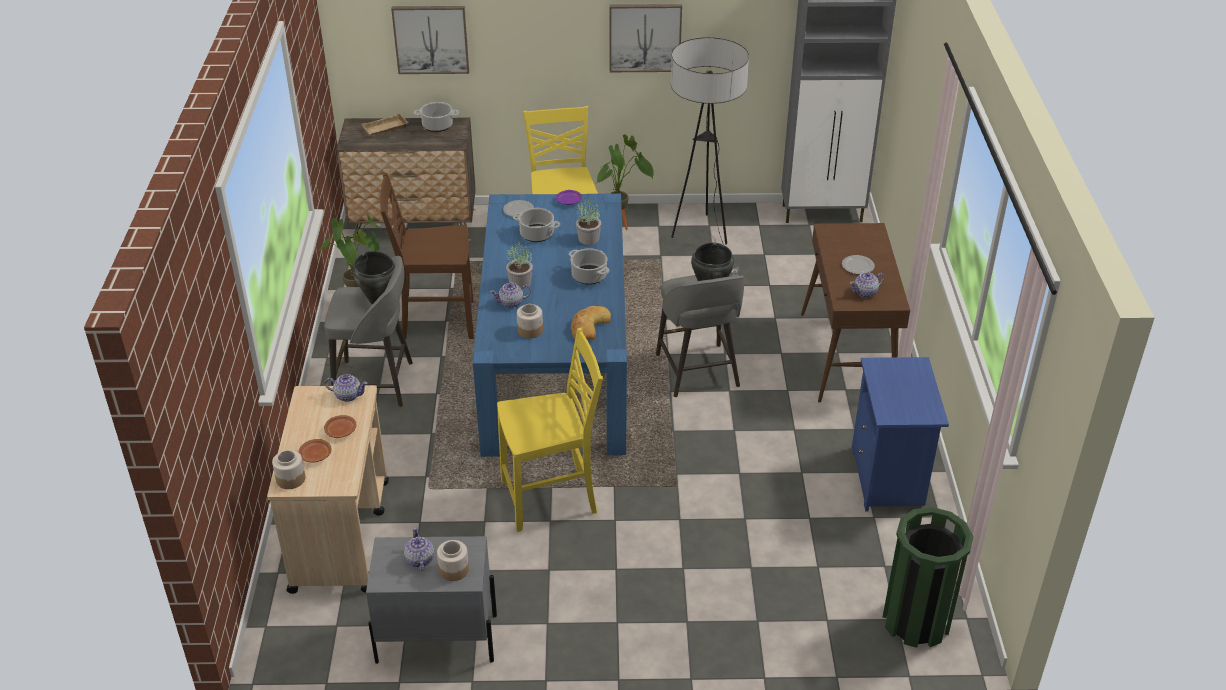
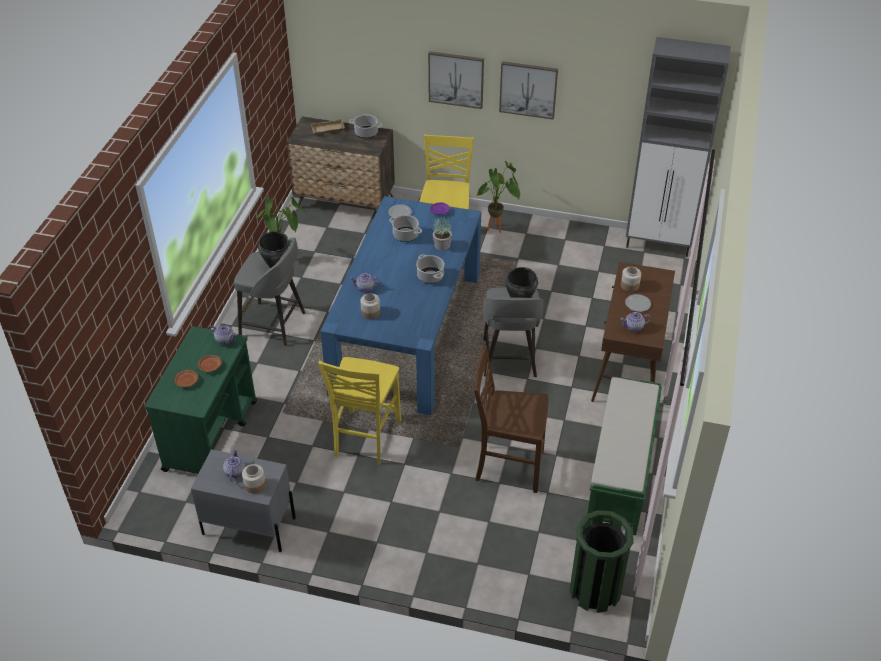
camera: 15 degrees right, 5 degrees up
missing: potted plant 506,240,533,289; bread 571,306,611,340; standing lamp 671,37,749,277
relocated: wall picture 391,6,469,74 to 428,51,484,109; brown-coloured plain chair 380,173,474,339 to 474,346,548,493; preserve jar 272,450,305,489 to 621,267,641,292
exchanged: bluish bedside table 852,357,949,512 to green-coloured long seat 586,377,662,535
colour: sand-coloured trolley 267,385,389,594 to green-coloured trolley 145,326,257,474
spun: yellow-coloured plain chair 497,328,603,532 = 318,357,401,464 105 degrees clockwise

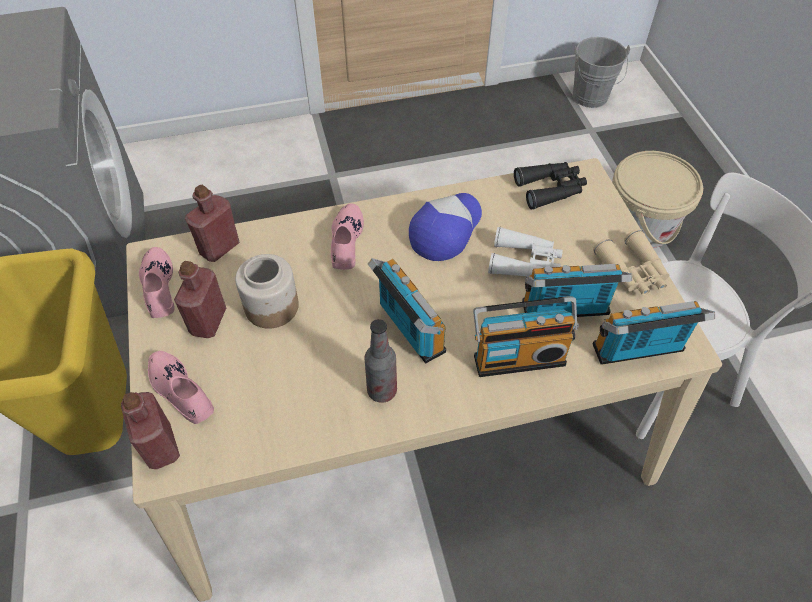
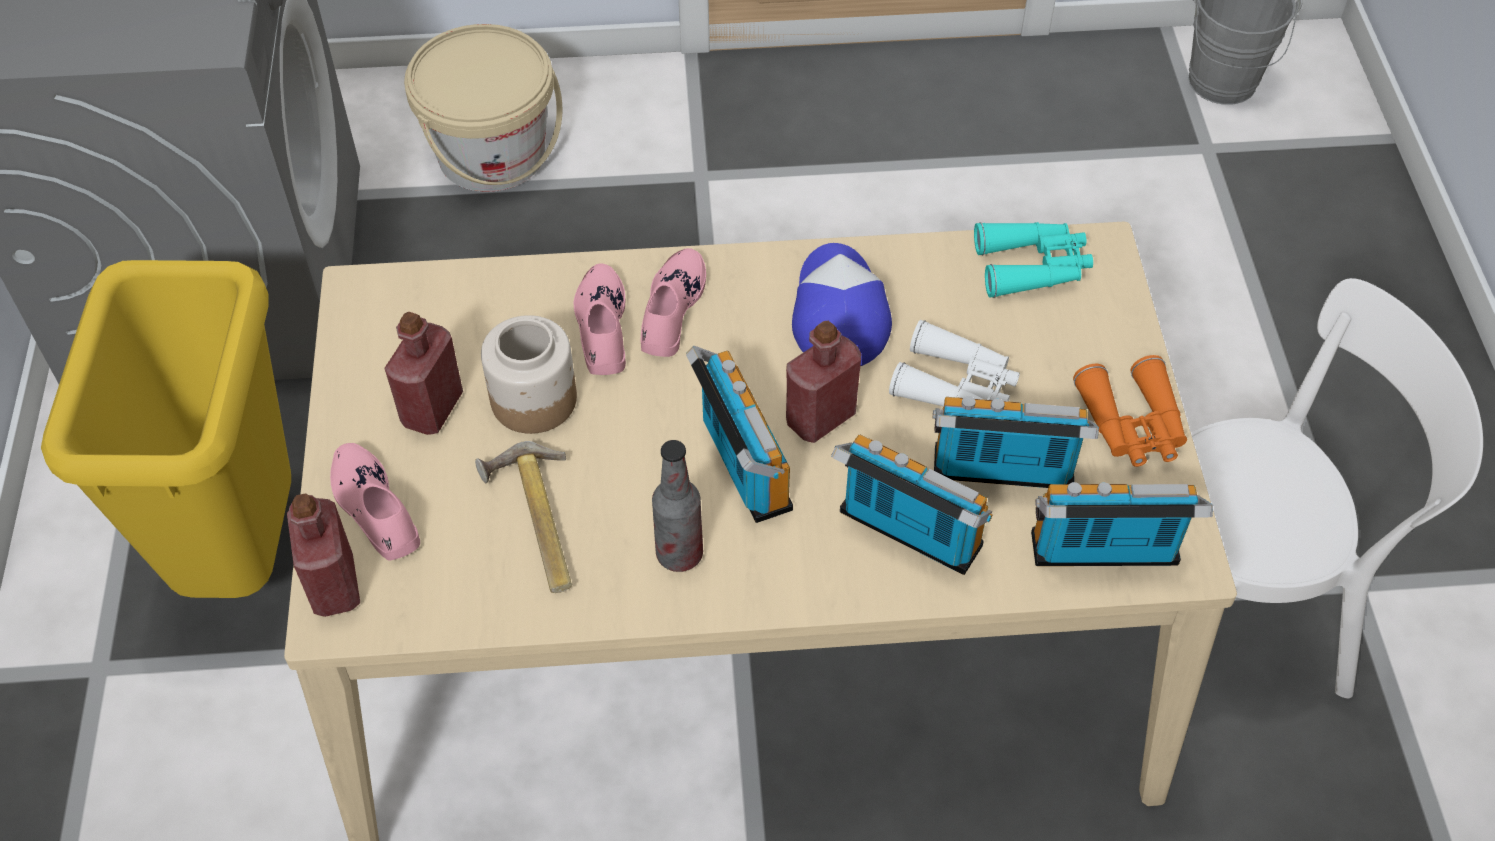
camera: 10 degrees right, 0 degrees up
appeared: hammer 475,441,572,593
relocated: sand-coloured pail 612,151,703,248 to 404,24,562,192; pinkish low shoe 139,247,175,318 to 574,263,626,375; red beverage bottle 185,185,240,262 to 786,321,861,443
colour: blackish pair of binoculars 514,162,587,210 to turquoise-coloured pair of binoculars 974,222,1093,298; sand-coloured pair of binoculars 593,229,670,296 to orange pair of binoculars 1073,355,1187,467
spun: peaked cap 409,193,482,261 = 792,243,892,366 45 degrees counterclockwise; radio receiver 473,296,579,377 = 831,434,992,575 150 degrees counterclockwise

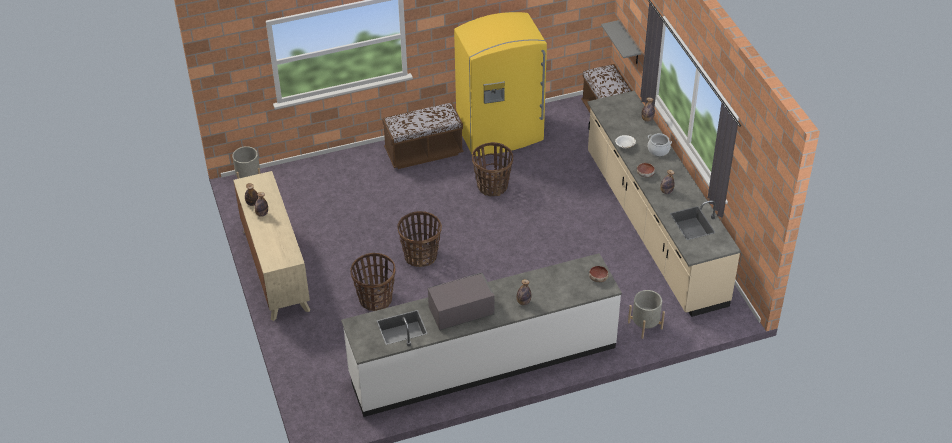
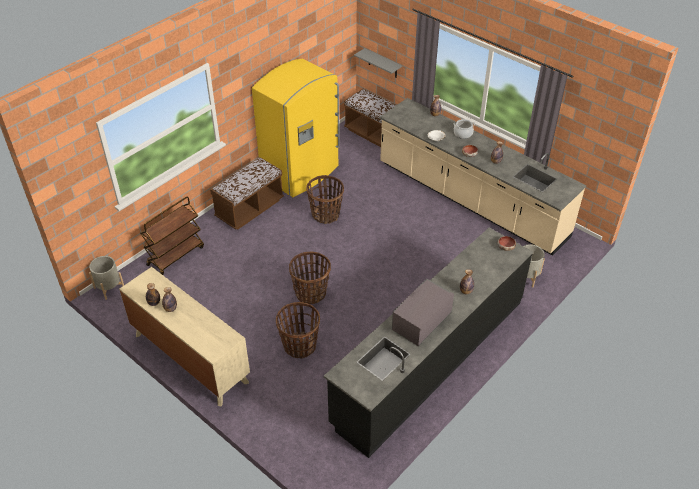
camera: 30 degrees left, 0 degrees up
appeared: brown-coloured trolley 140,197,204,275
colour: white-coloured kitchen base unit 341,253,622,417 to blackish kitchen base unit 324,228,533,458

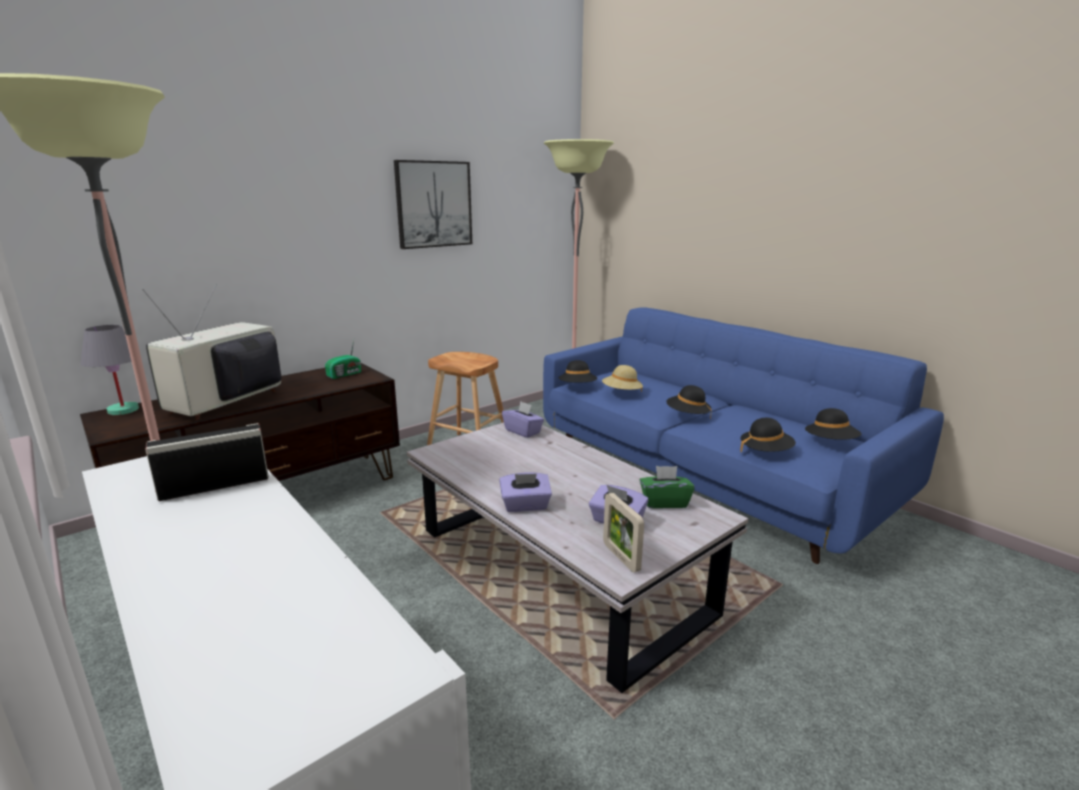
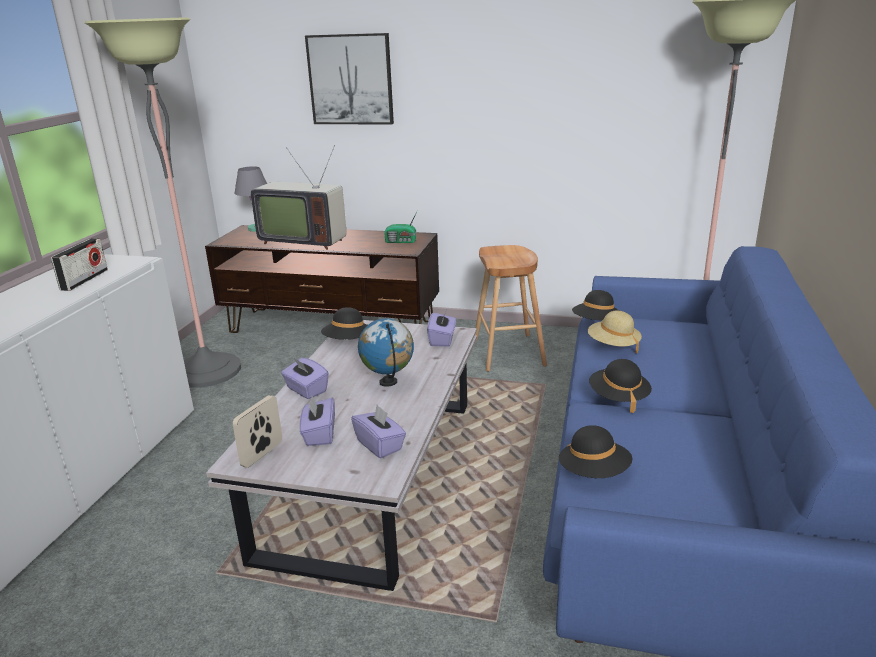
camera: 55 degrees right, 5 degrees up
appeared: world globe 358,318,414,387
relocated: wall picture 394,160,472,249 to 305,33,394,124; blackish hat 805,408,862,440 to 321,307,367,340
colour: green-coloured tissue holder 640,466,695,508 to purplish tissue holder 351,405,406,458
spun: radio receiver 145,423,269,501 = 51,238,108,291 75 degrees clockwise; TV 142,284,282,420 = 251,145,347,250 150 degrees counterclockwise

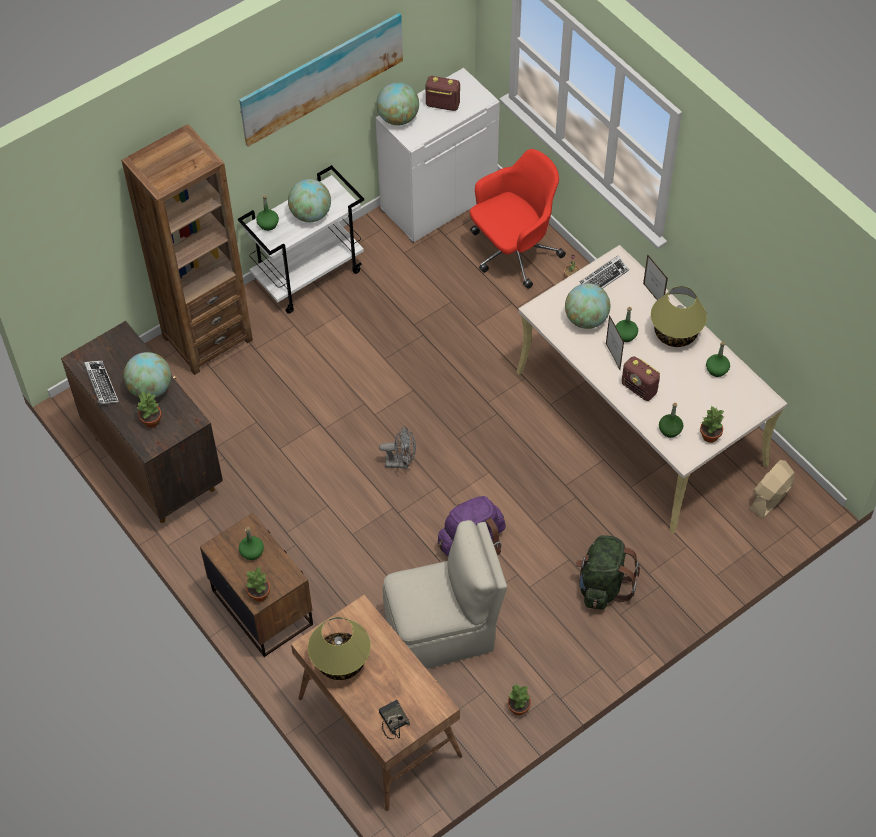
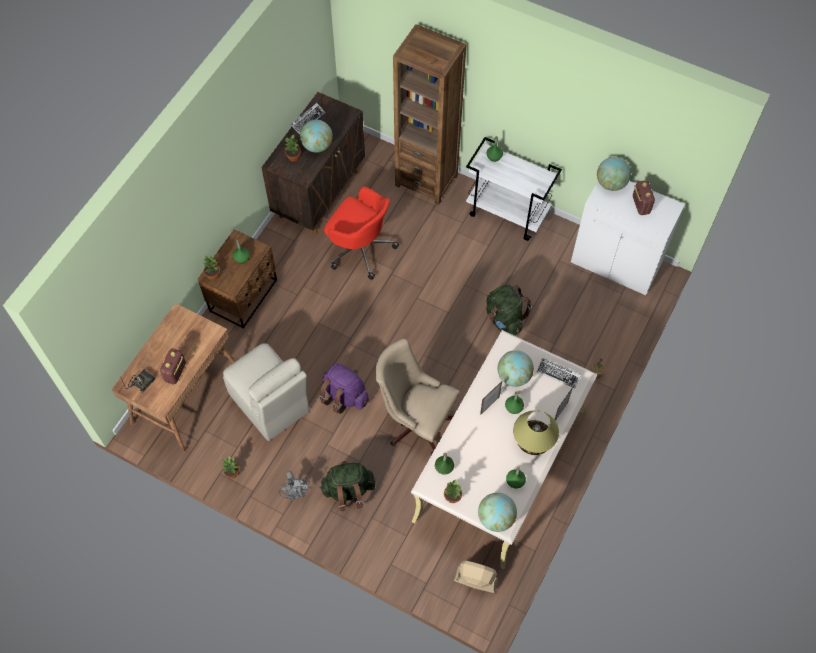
camera: 65 degrees right, 5 degrees up
missing: wall picture 239,13,403,147; table lamp 308,617,371,680
appeared: sand-coloured computer chair 376,338,460,455; green-coloured backpack 486,284,532,335
relocated: radio receiver 622,356,660,401 to 160,349,186,384; greyish electric fan 379,426,416,469 to 279,471,310,500; red computer chair 470,149,566,289 to 324,186,399,280; world globe 288,179,331,222 to 478,493,517,532

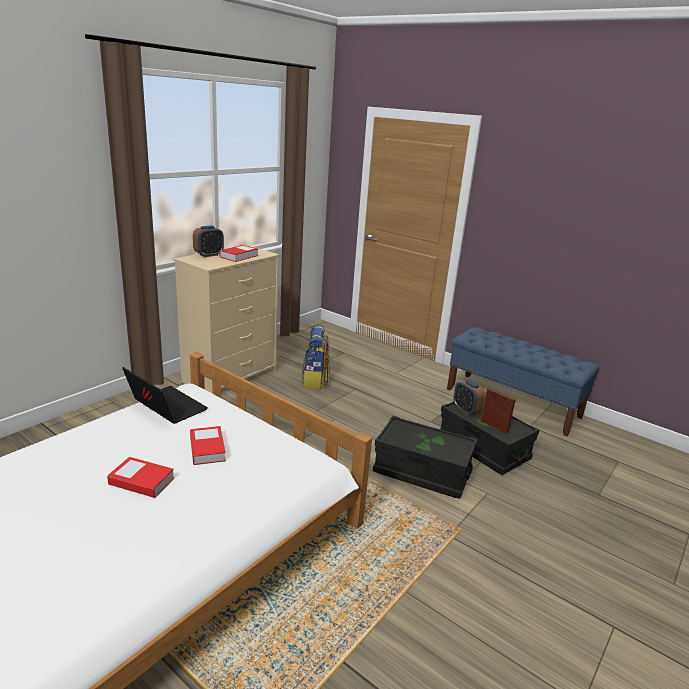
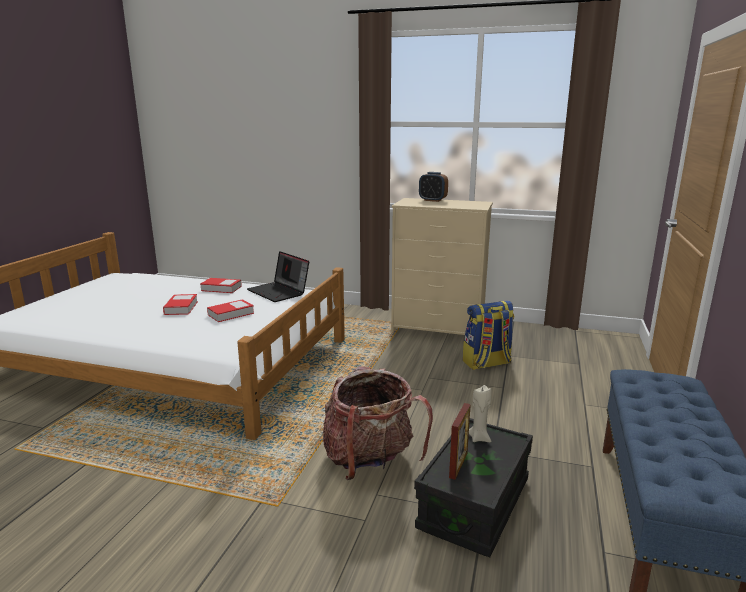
camera: 70 degrees right, 5 degrees down
relocated: bound book 220,245,259,262 to 200,278,242,293
exchanged: blackish storage box 373,416,478,499 to backpack 323,366,433,480; alarm clock 453,380,486,416 to sand-coloured candle 469,385,492,442
spun: notebook computer 122,367,208,424 = 247,251,309,302 120 degrees clockwise

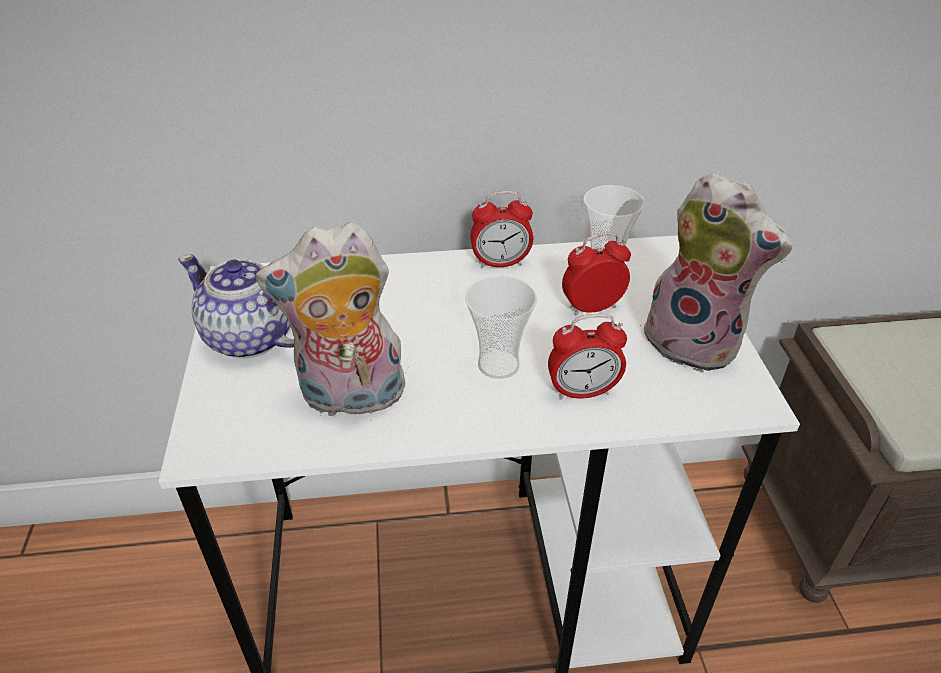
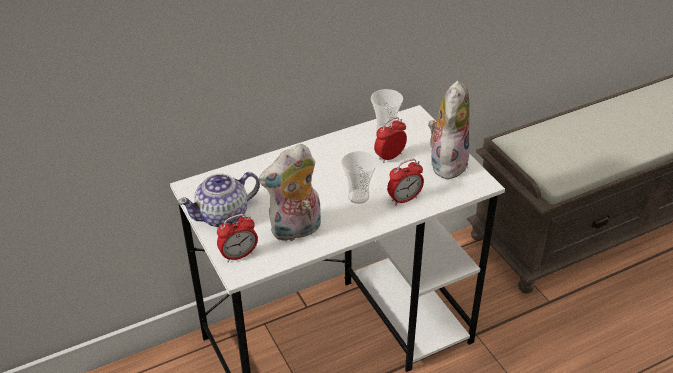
camera: 20 degrees left, 0 degrees up
relocated: alarm clock 470,191,533,268 to 217,214,258,262
spun: teapot 178,255,294,359 = 178,172,260,227 45 degrees counterclockwise; soft toy 640,171,792,373 = 428,81,470,179 90 degrees counterclockwise

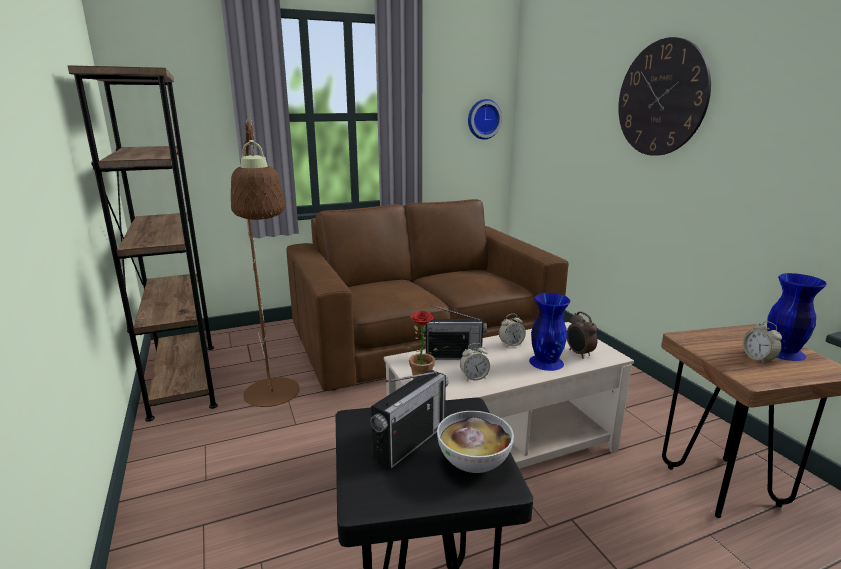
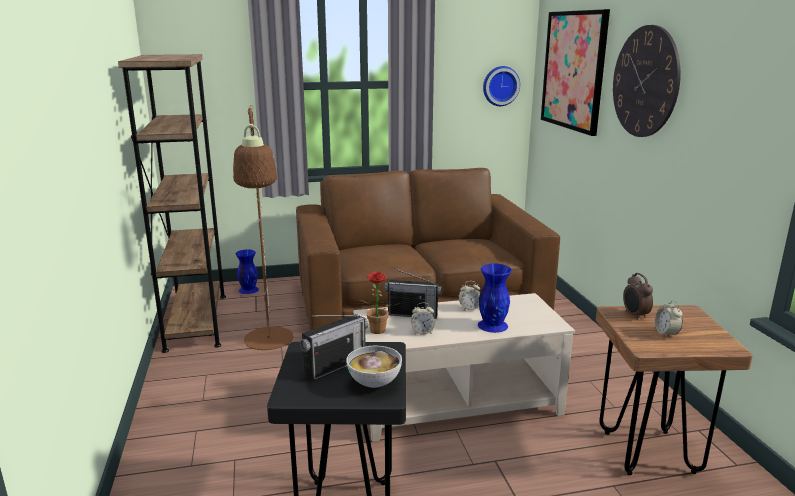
camera: 10 degrees right, 0 degrees up
appeared: wall picture 541,9,610,136
relocated: bluish decorative vase 767,273,827,361 to 235,249,259,294; alarm clock 567,312,598,359 to 623,273,653,320

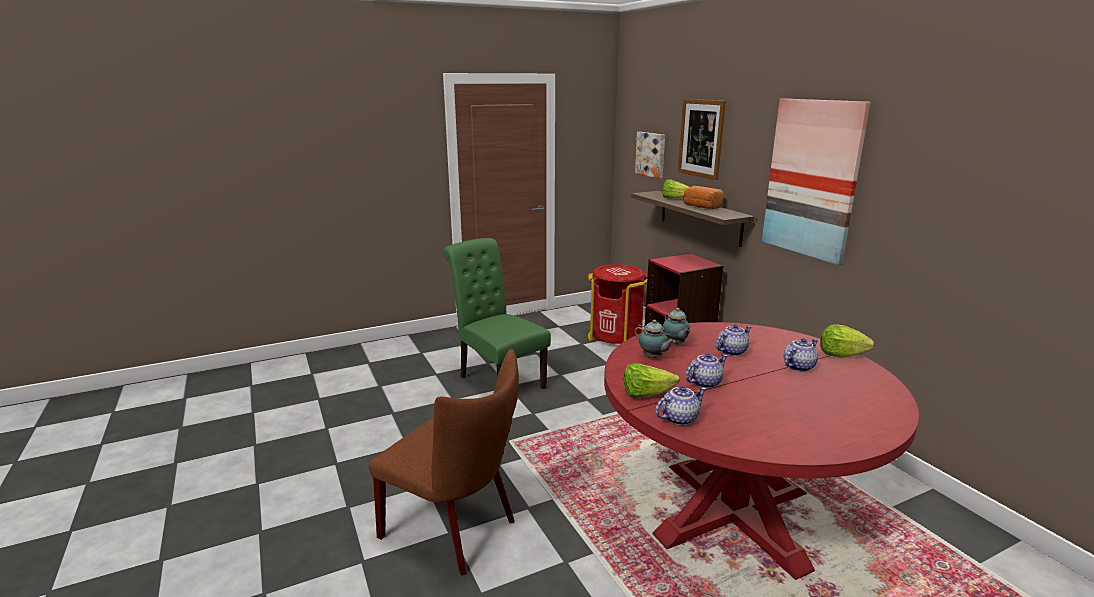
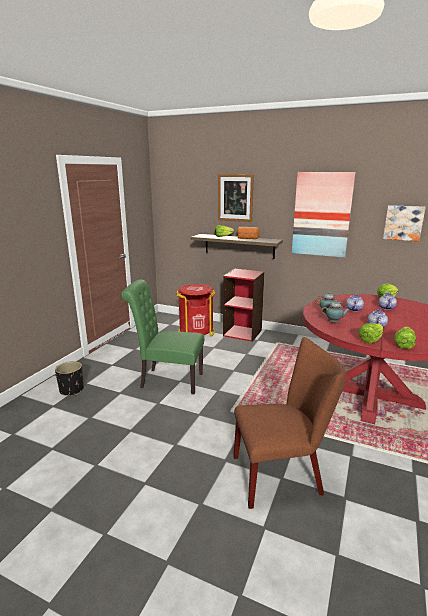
camera: 40 degrees left, 0 degrees up
appeared: blackish planter 55,361,84,396
relocated: wall picture 635,132,665,179 to 383,205,426,241
exchanged: teapot 655,386,706,425 to lettuce 394,327,416,349

